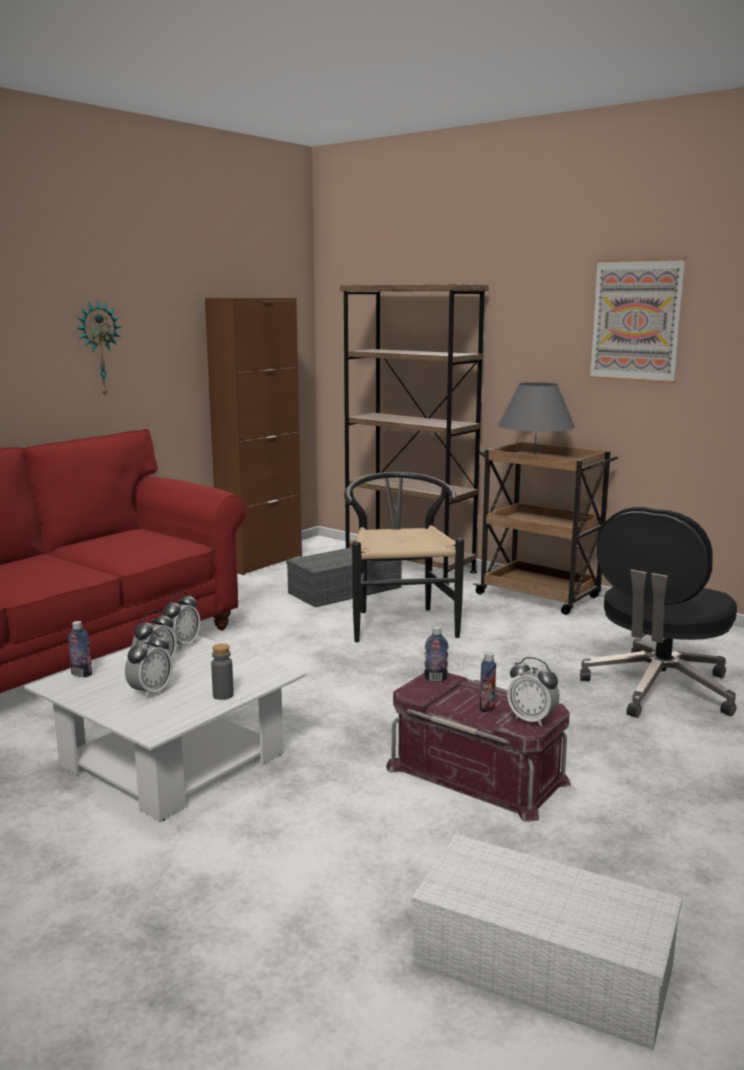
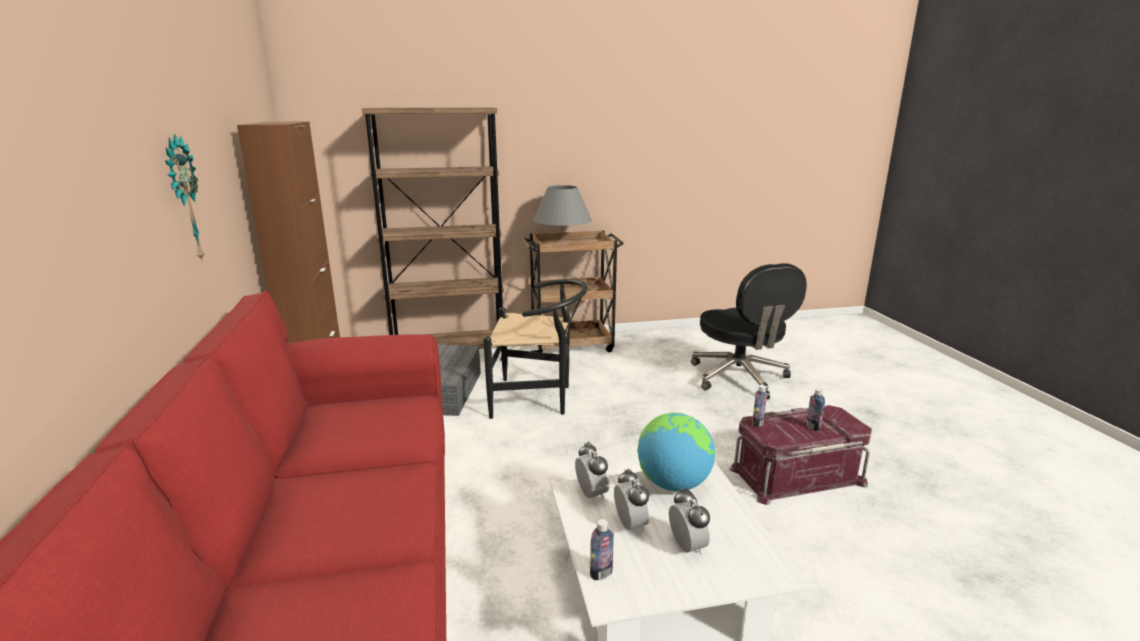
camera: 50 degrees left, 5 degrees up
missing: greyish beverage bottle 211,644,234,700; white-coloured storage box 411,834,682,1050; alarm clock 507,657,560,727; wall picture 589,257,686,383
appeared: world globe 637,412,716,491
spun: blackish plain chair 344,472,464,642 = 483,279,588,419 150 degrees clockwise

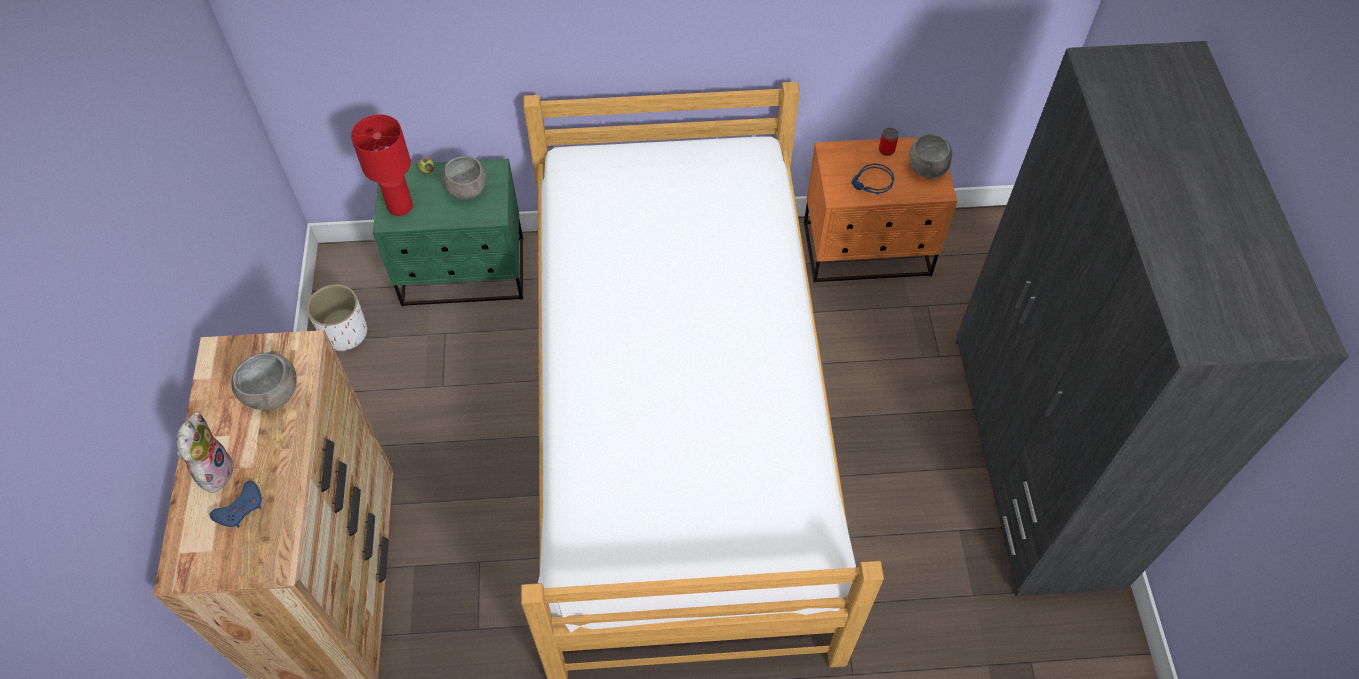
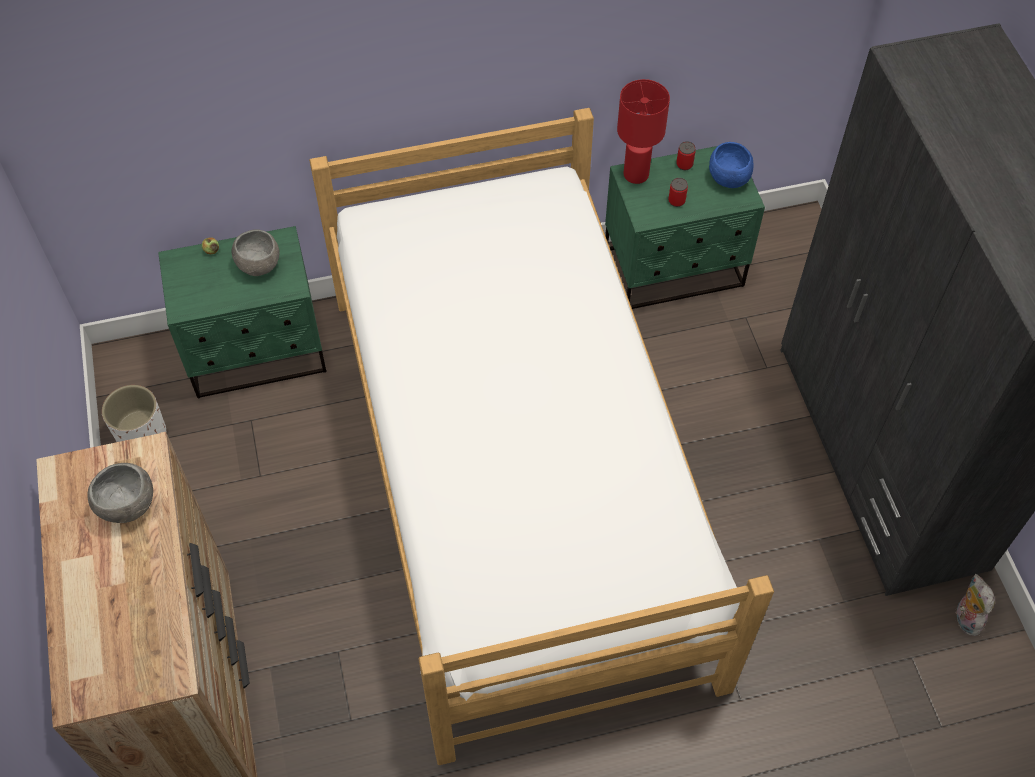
camera: 10 degrees left, 0 degrees up
missing: bluish gamepad 209,481,262,528
relocated: red table lamp 351,114,413,216 to 617,79,670,184; soft toy 176,411,234,493 to 955,574,995,636
exchanged: bluish pair of headphones 851,163,894,195 to can 668,178,688,207
colour: orange bedside table 804,137,957,283 to green-coloured bedside table 605,146,765,309; greyish deep dish 909,133,952,179 to bluish deep dish 709,142,753,188

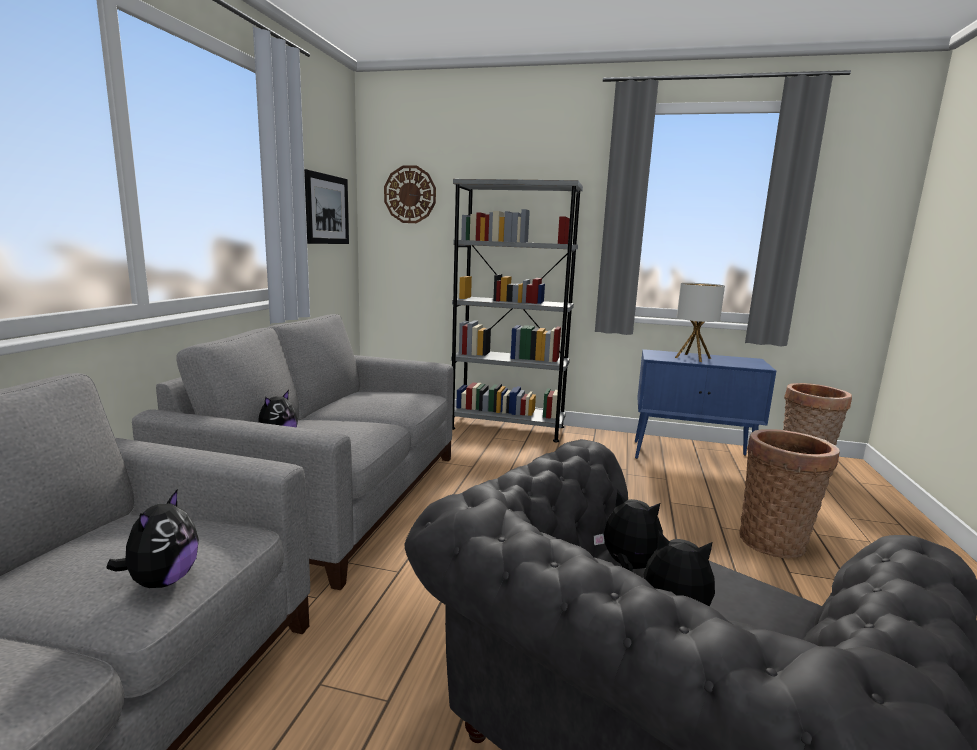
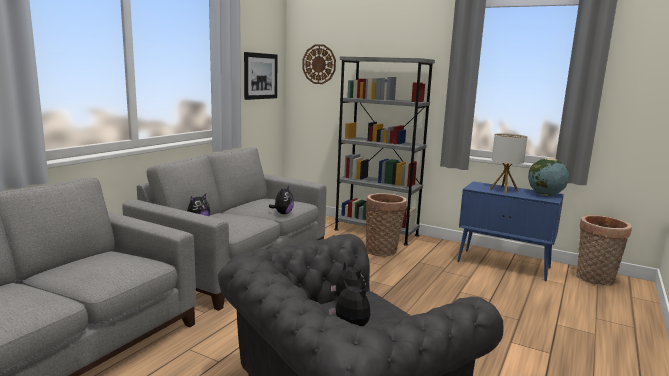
camera: 15 degrees right, 0 degrees up
appeared: world globe 528,158,569,196
relocated: soft toy 106,490,199,588 to 269,186,294,214; basket 739,429,840,558 to 366,193,407,257

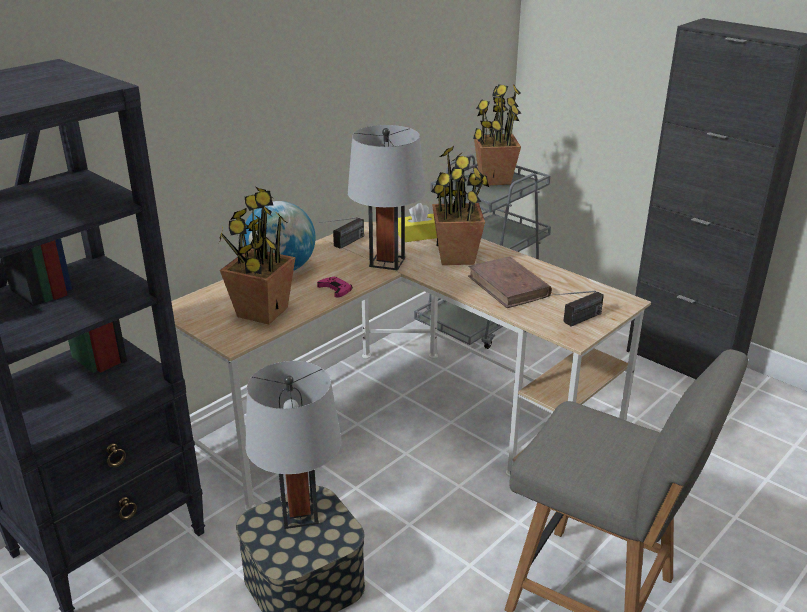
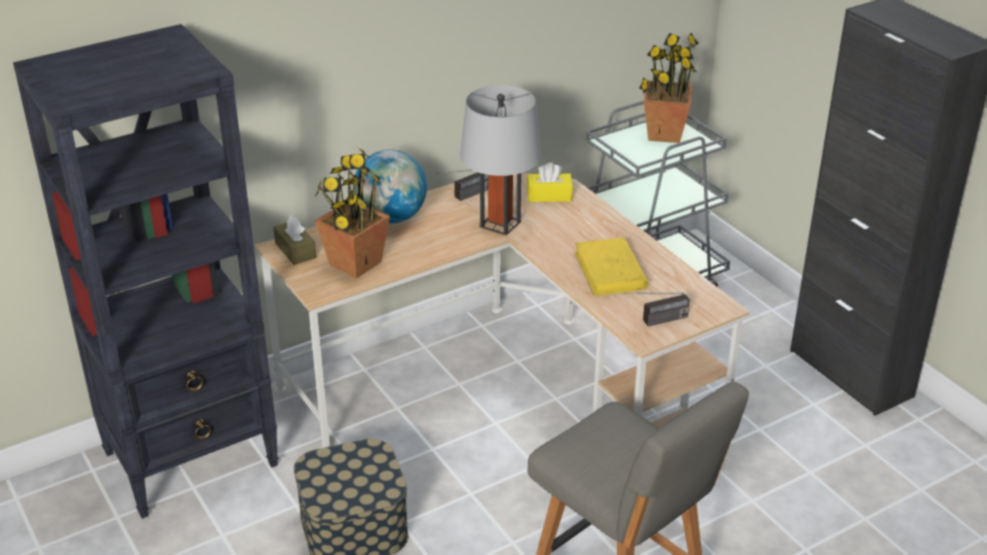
camera: 15 degrees right, 5 degrees up
missing: greyish table lamp 245,361,342,529; pinkish gamepad 317,277,353,298; potted plant 431,146,489,265
appeared: brown-coloured tissue holder 273,216,316,265
colour: brown-coloured bound book 468,256,552,308 to yellow-coloured bound book 575,237,648,296

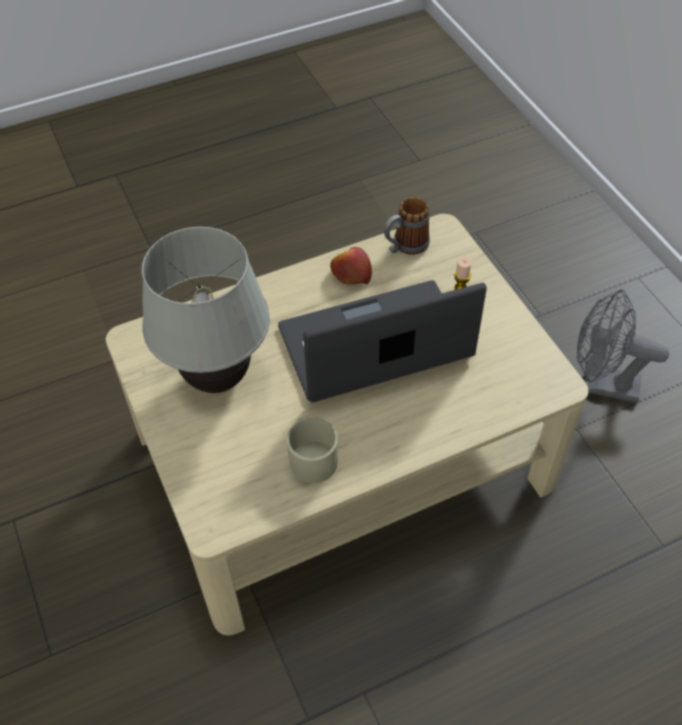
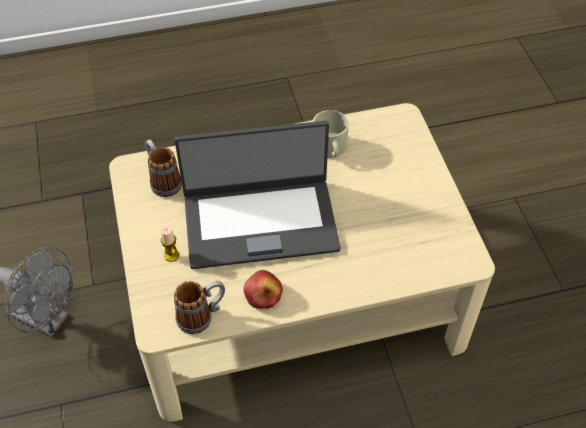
camera: 170 degrees left, 0 degrees up
missing: white-coloured table lamp 141,227,270,393
appeared: tea mug 145,139,182,197

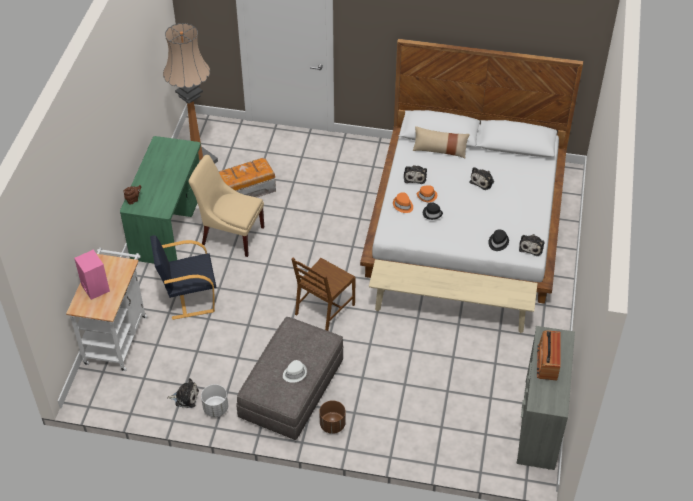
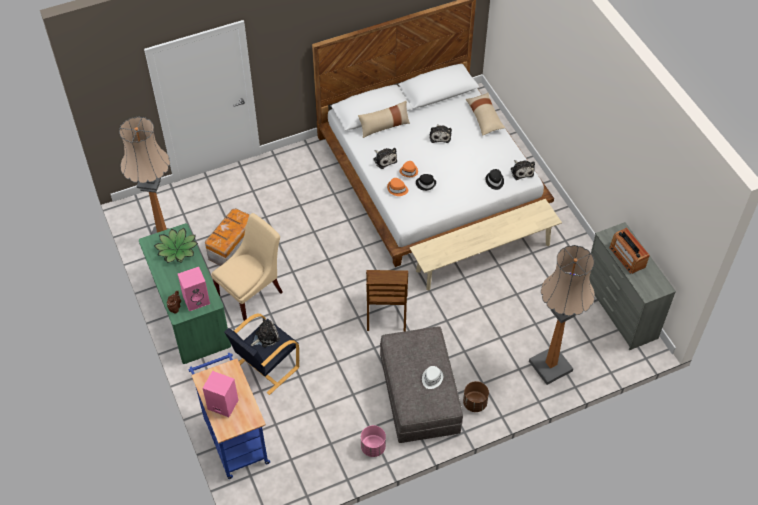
camera: 35 degrees left, 5 degrees up
appeared: potted plant 154,228,198,263; pinkish speaker 178,267,210,311; sand-coloured cushion 466,93,505,136; standing lamp 529,245,595,385
relocated: soft toy 167,378,199,408 to 251,318,280,347
colour: white-coloured trolley 66,248,147,371 to bluish trolley 188,353,270,479; white-coloured planter 201,384,228,417 to pinkish planter 361,425,386,457
spun: sand-coloured plain chair 189,155,264,257 = 211,213,283,321 150 degrees clockwise

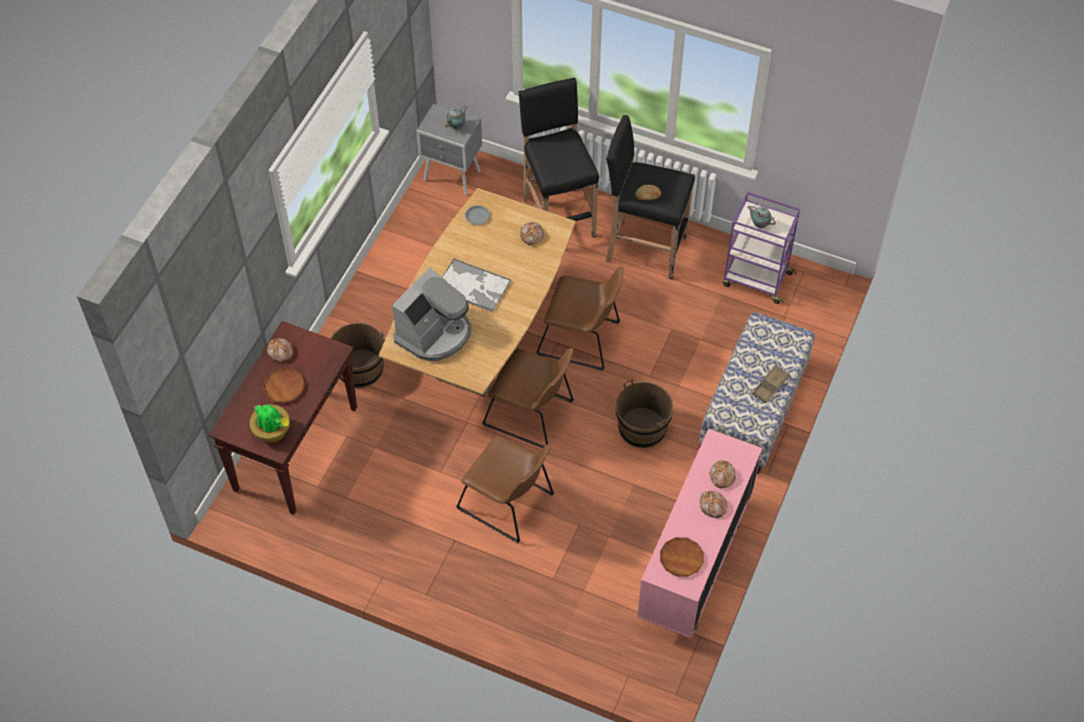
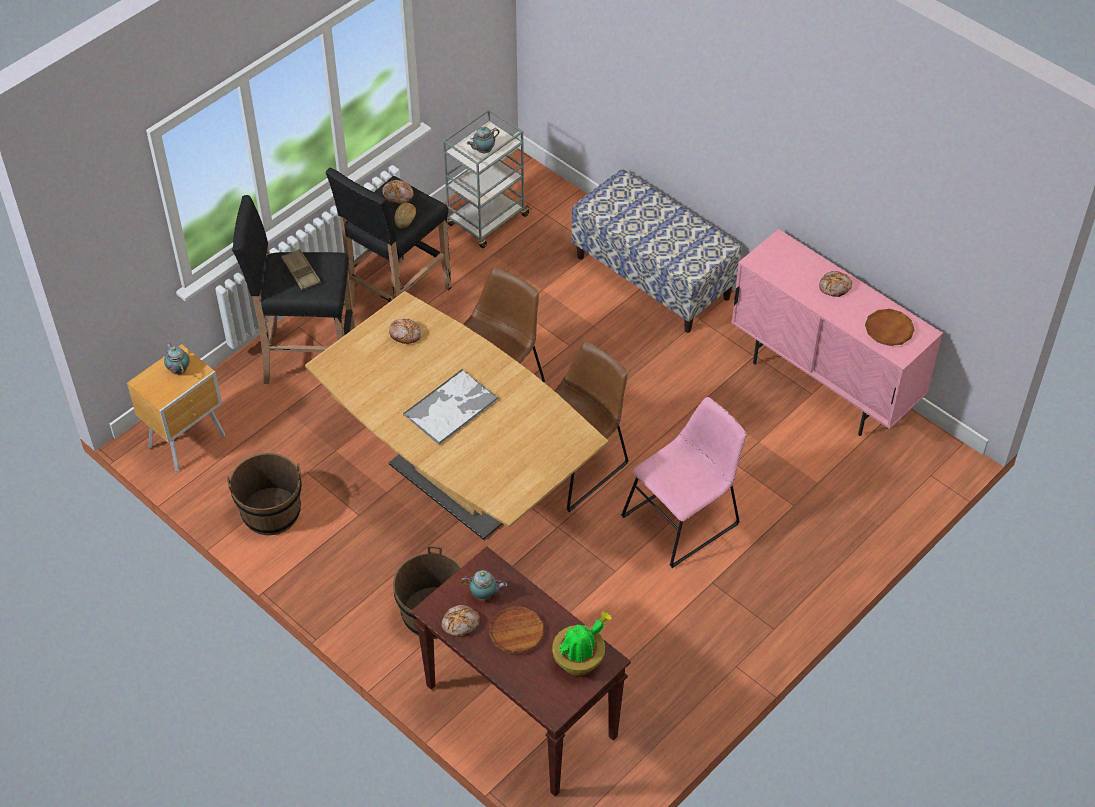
camera: 70 degrees left, 5 degrees down
missing: coffee maker 392,268,471,361; greyish flat dish 465,205,490,225
appeared: teapot 461,570,507,601
relocated: brown-coloured pail 616,378,673,448 to 227,453,302,535; brown-coloured carrying tray 752,365,790,403 to 281,249,321,291; bread 710,460,736,488 to 382,180,414,204
colour: greyish bedside table 416,103,482,195 to brown-coloured bedside table 127,344,225,471; purplish trolley 722,192,800,304 to greyish trolley 443,109,532,248; brown-coloured plain chair 456,435,554,543 to pinkish plain chair 621,397,746,568

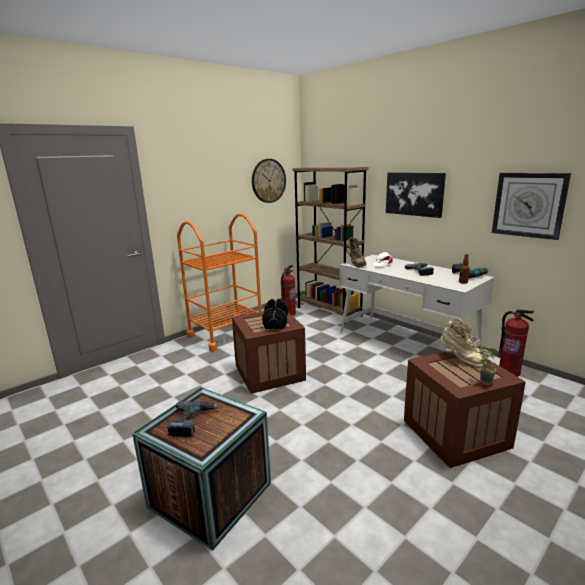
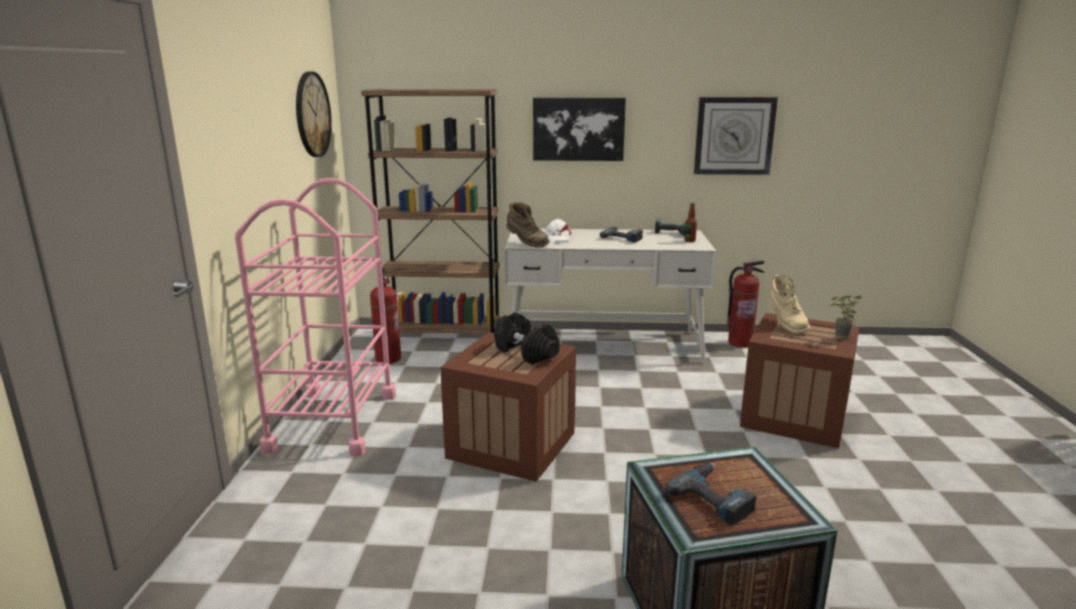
camera: 45 degrees left, 0 degrees up
colour: orange trolley 177,213,262,351 to pinkish trolley 235,178,396,457
spun: sand-coloured high-top boot 441,321,487,367 = 770,274,811,334 75 degrees clockwise

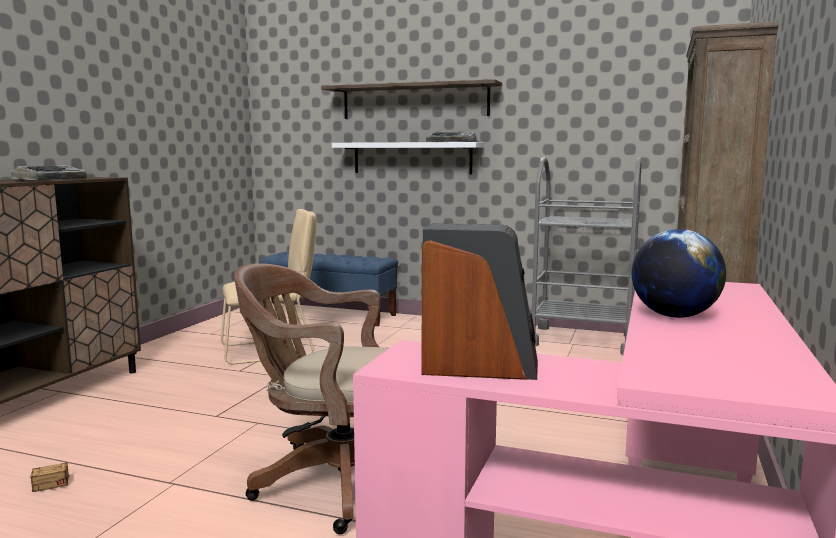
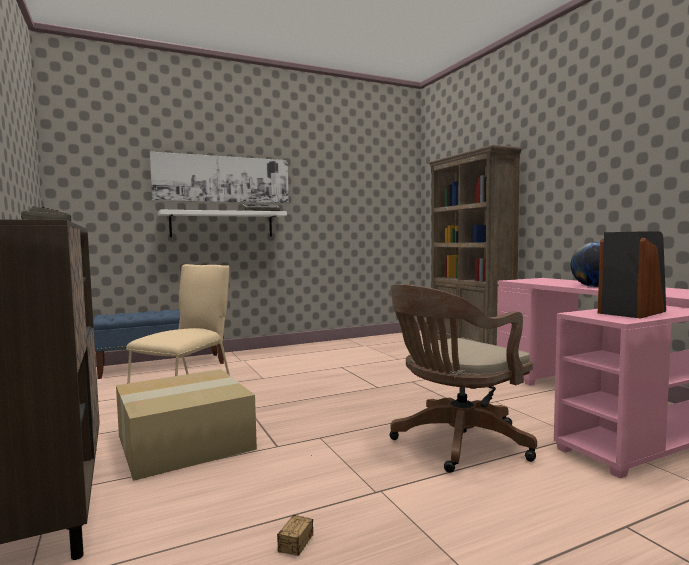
camera: 45 degrees left, 5 degrees down
missing: greyish trolley 532,157,641,355
appeared: cardboard box 116,369,257,481
exchanged: wall shelf 321,79,502,119 to wall picture 150,152,289,203

